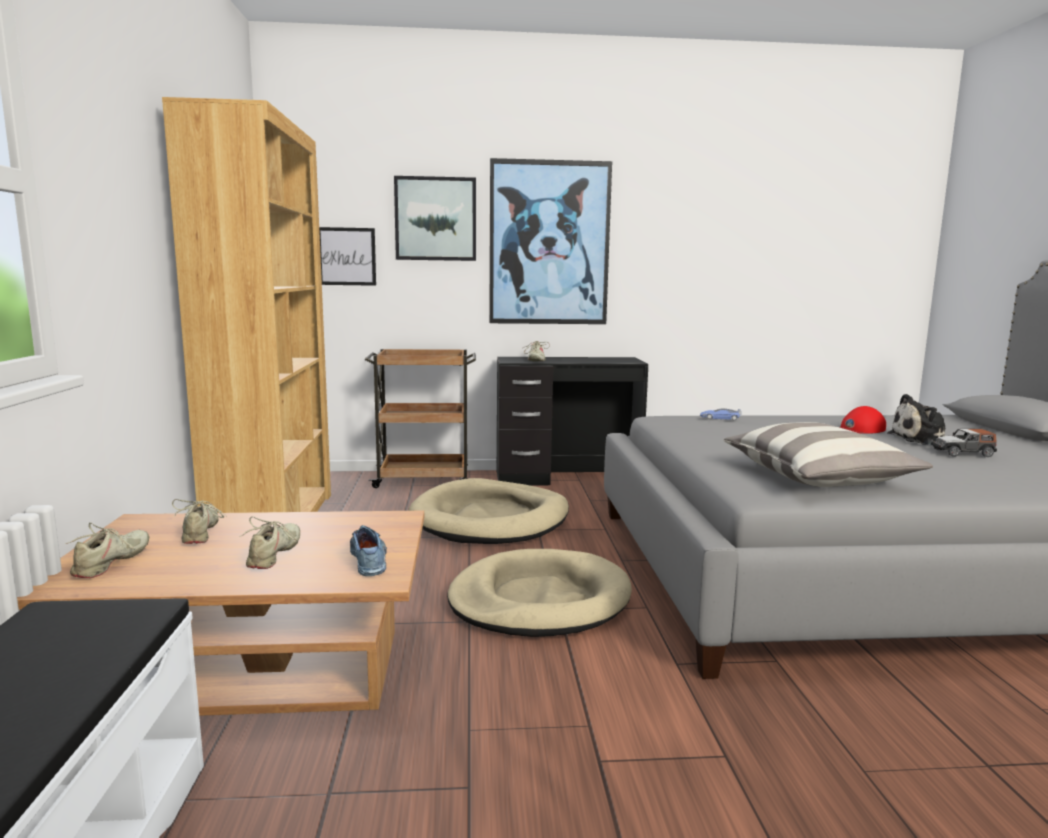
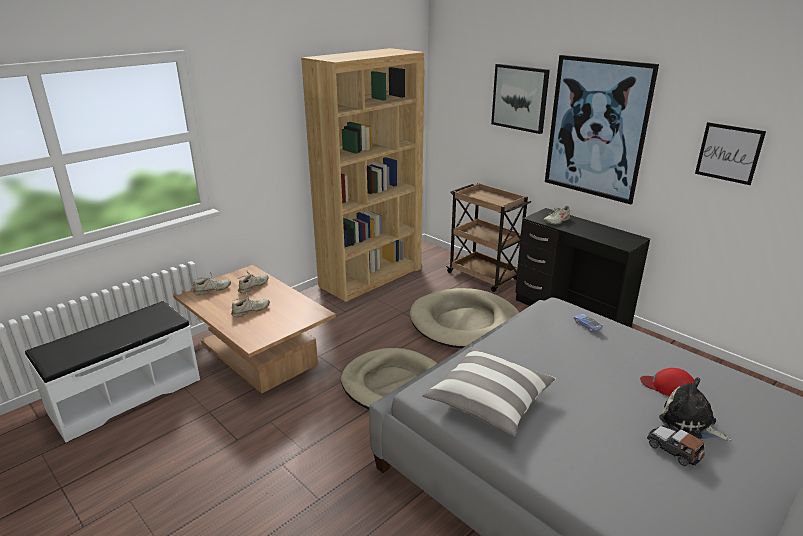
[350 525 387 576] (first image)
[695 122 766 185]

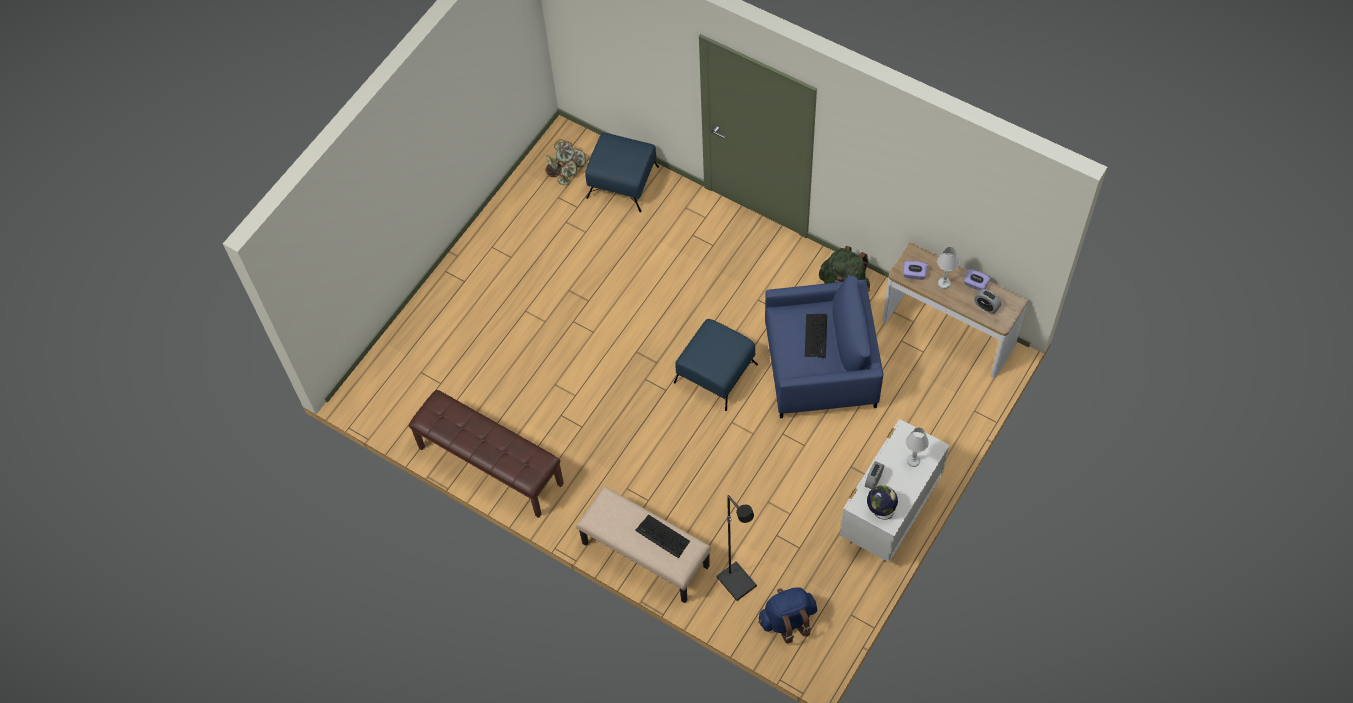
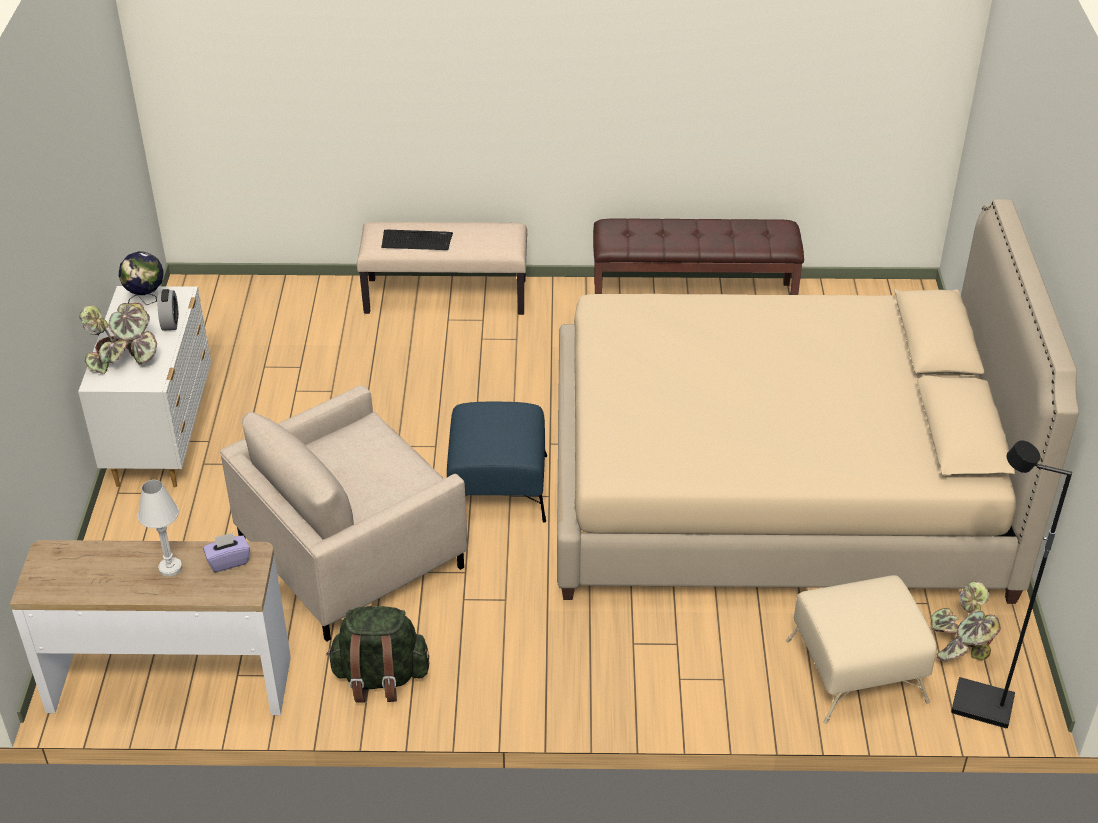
[758 587 817 643] (first image)
[805 314 827 358] (first image)
[964 269 990 291] (first image)
[974 289 1001 314] (first image)
[557 199 1079 604]
[951 440 1072 728]
[79 303 157 374]
[786 575 937 724]
[220 385 467 642]

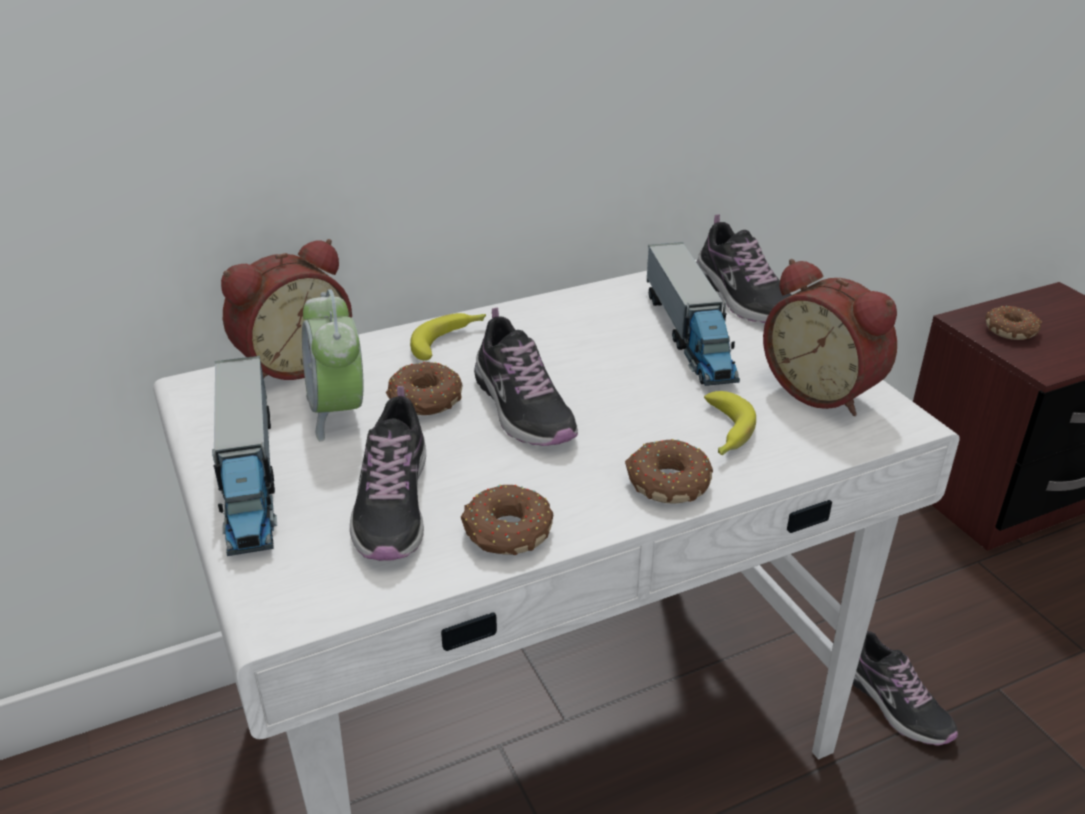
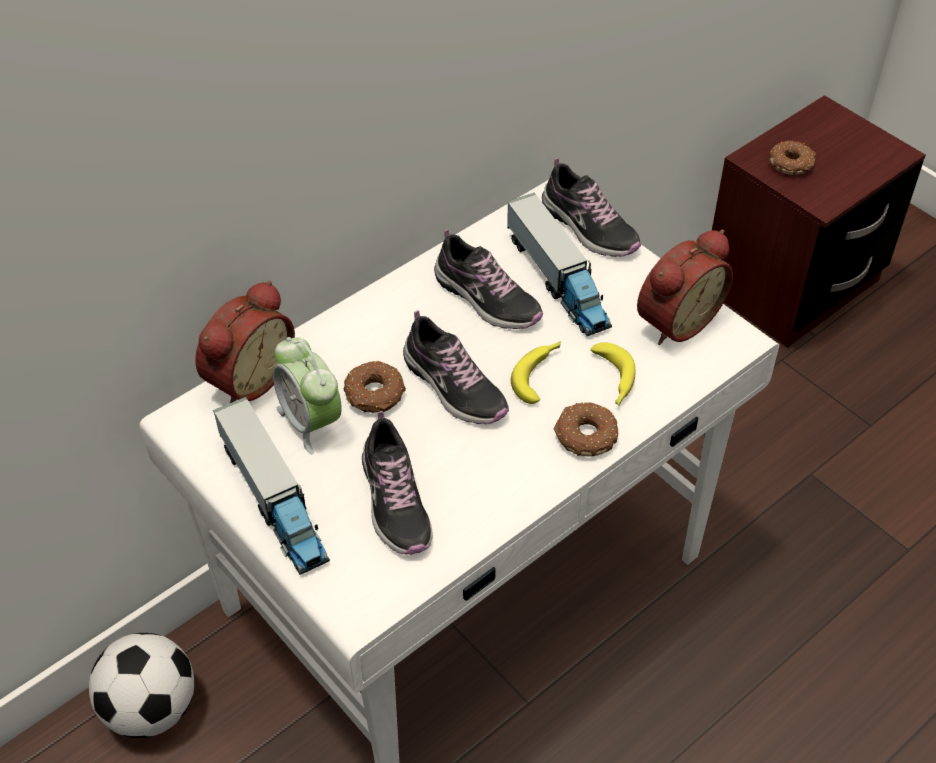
[461 484 553 556] (first image)
[89 633 194 738]
[511 341 561 404]
[434 229 543 329]
[637 229 733 345]

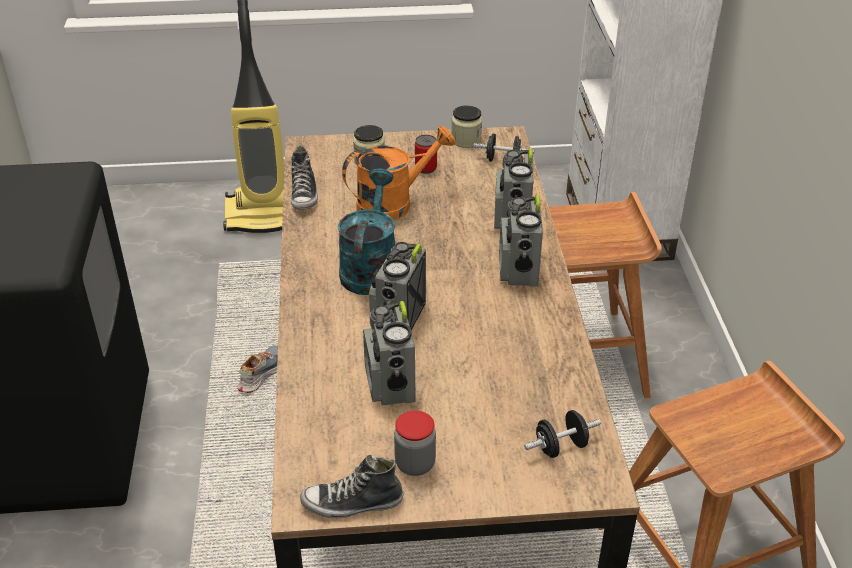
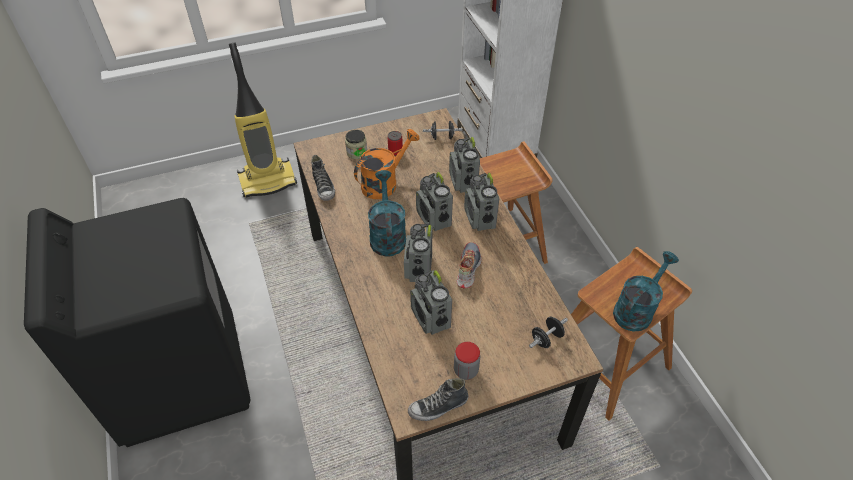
[452 105 482 148] (first image)
[416 172 453 231]
[613 251 679 331]
[456 242 482 288]

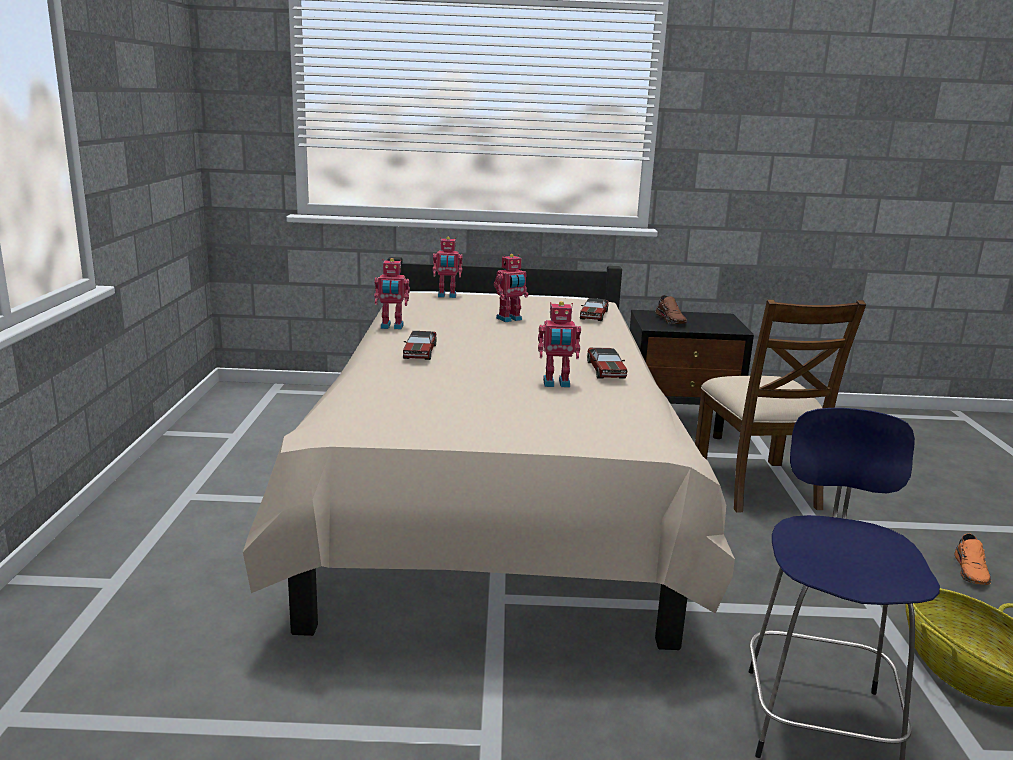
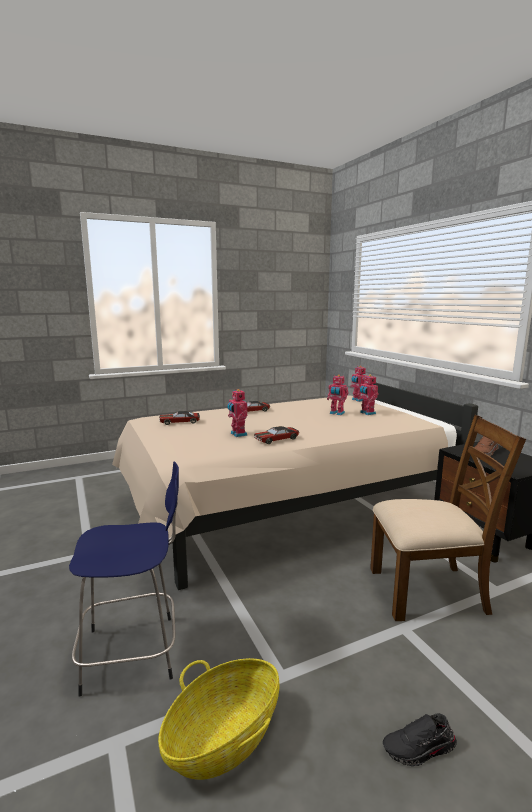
[358 375 378 415]
[159 411 200 425]
[383 714 457 766]
[370 415 526 621]

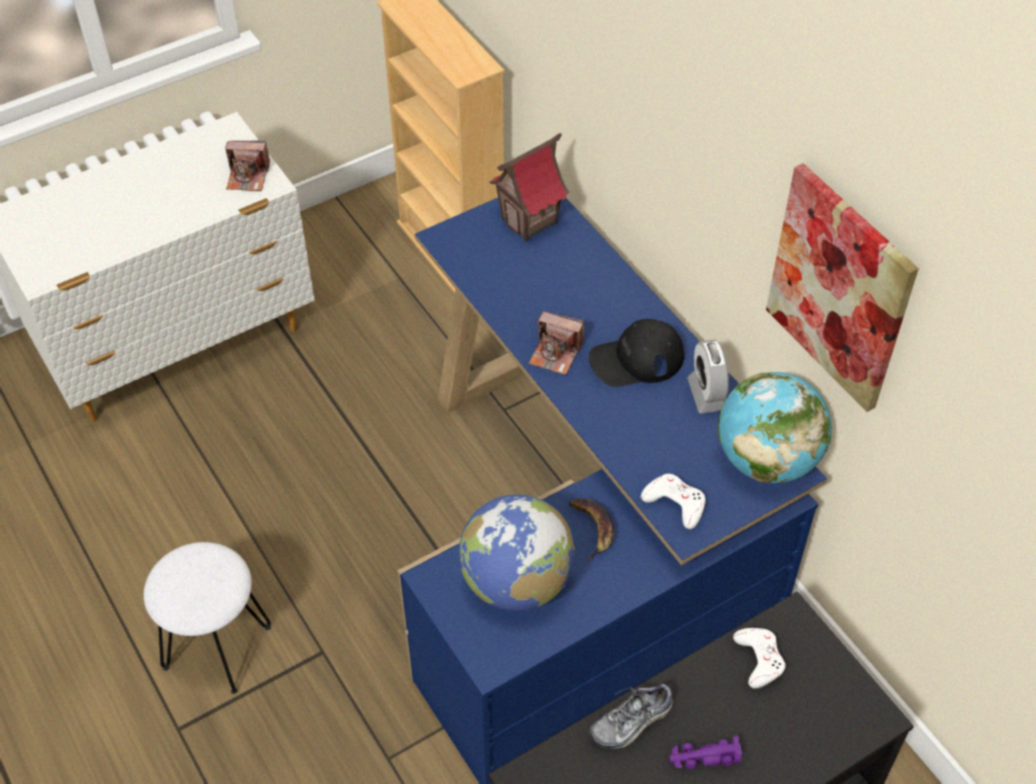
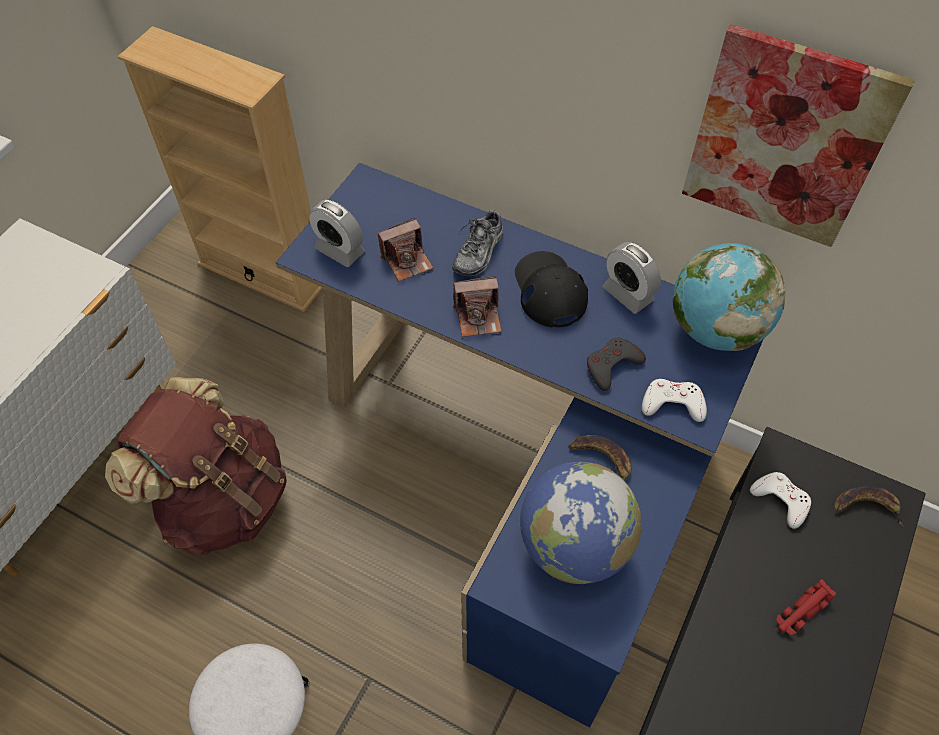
[490 133 570 241] (first image)
[105 377 287 556]
[309 200 365 267]
[587 338 646 391]
[834 485 903 526]
[378 217 433 282]
[452 208 503 276]
[776 579 836 635]
[515 251 588 328]

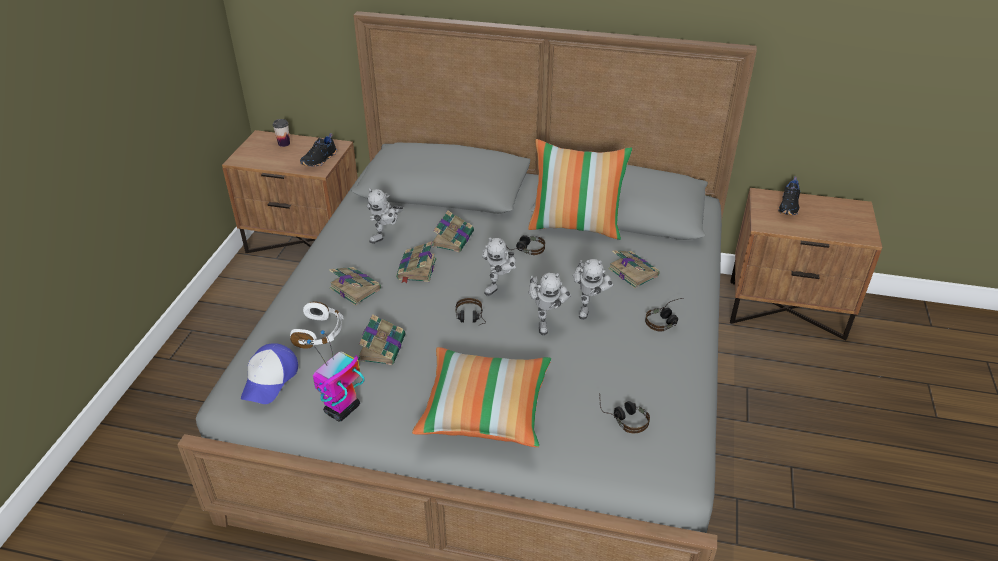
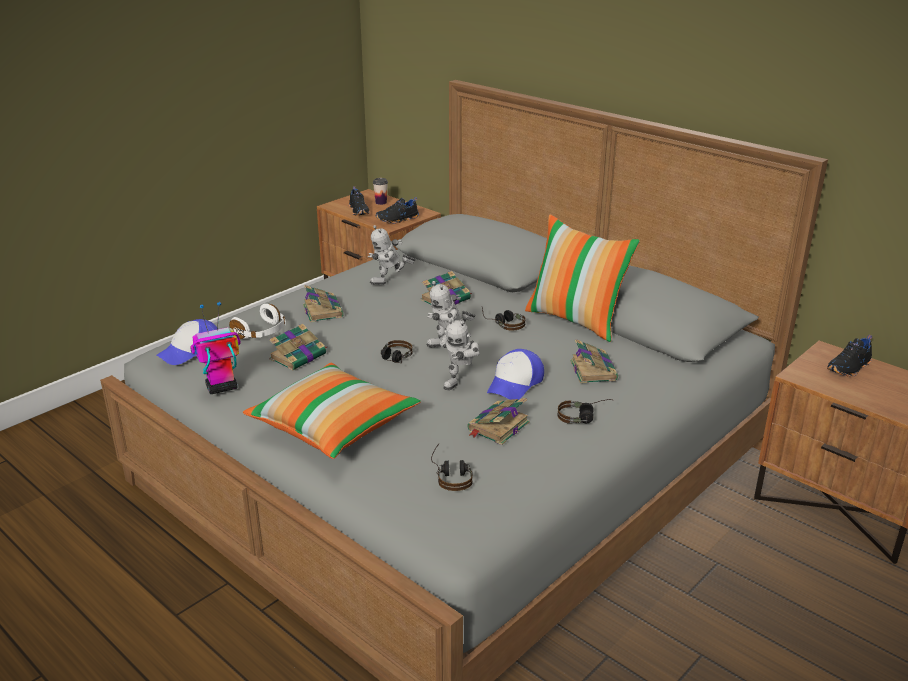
[349 186 370 216]
[467 398 529 445]
[487 349 544 400]

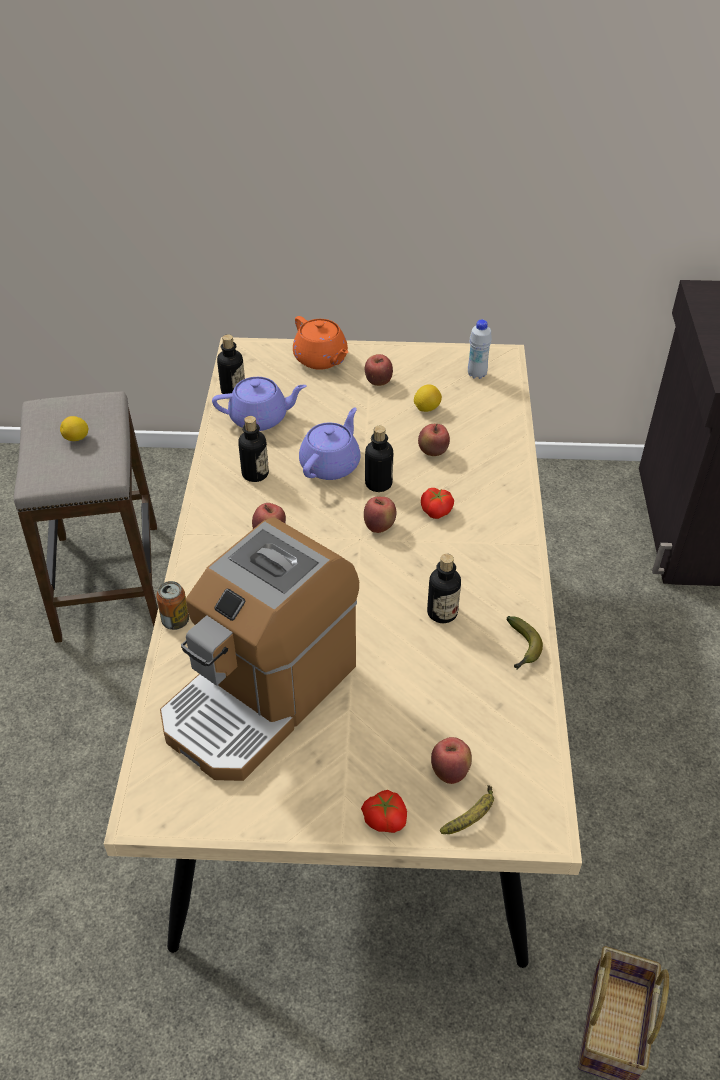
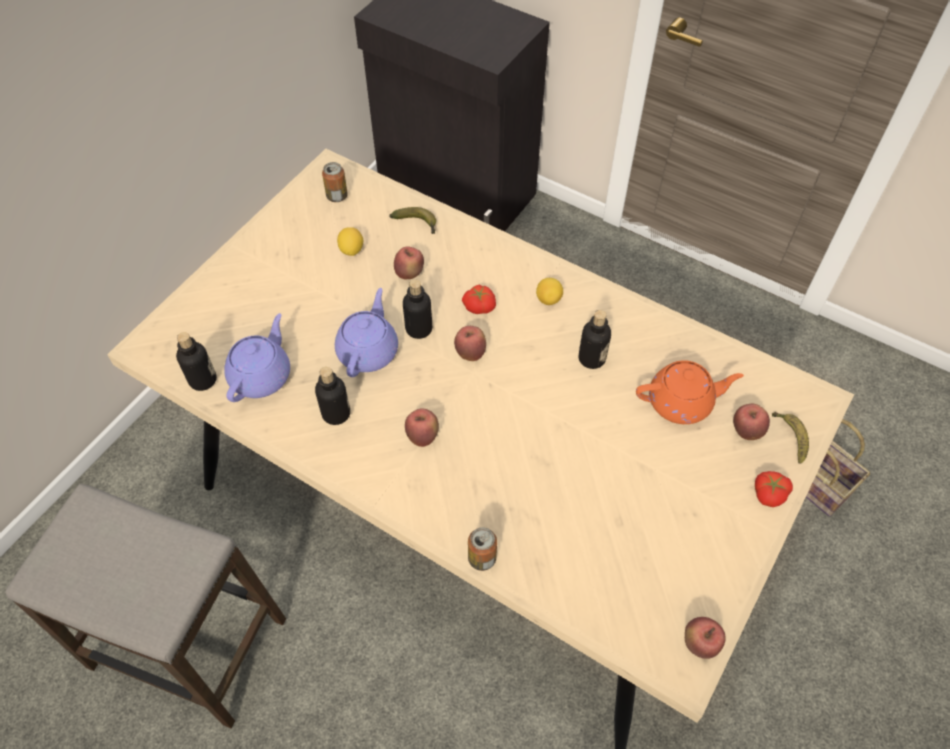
[160 517 359 781] (first image)
[536 278 563 305]
[636 360 744 424]
[685 617 726 659]
[389 207 436 234]
[322 162 348 202]
[335 288 398 377]

